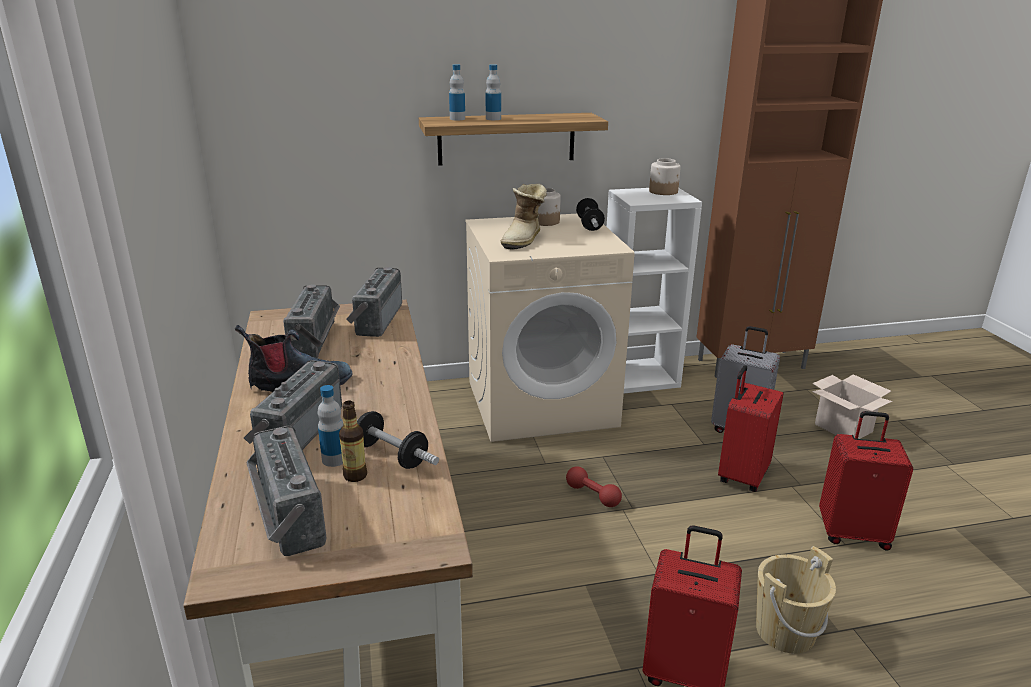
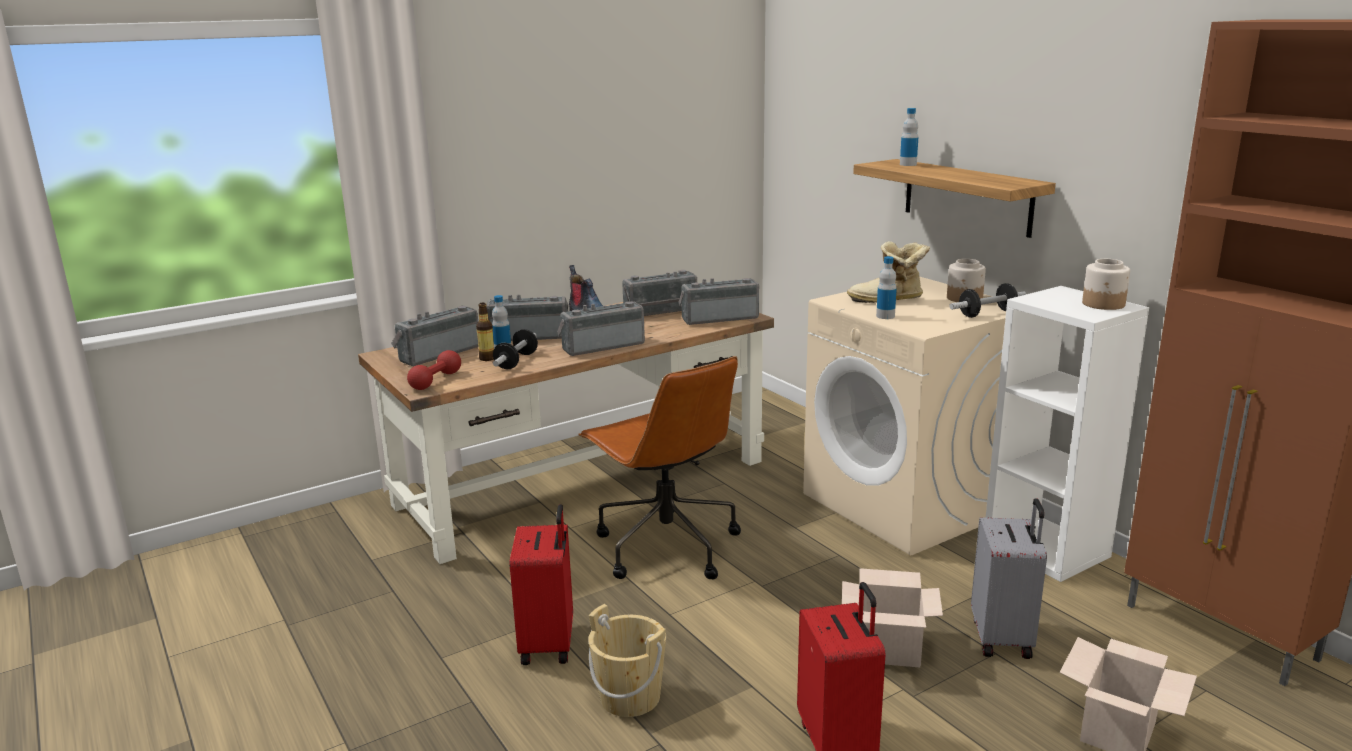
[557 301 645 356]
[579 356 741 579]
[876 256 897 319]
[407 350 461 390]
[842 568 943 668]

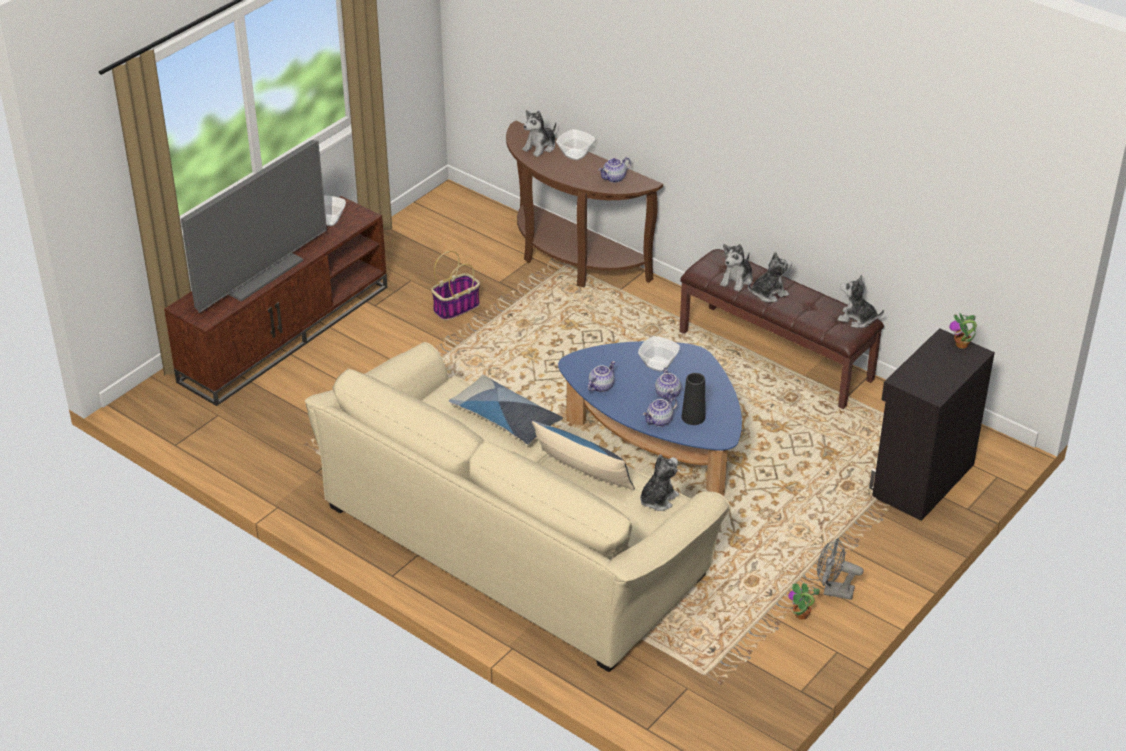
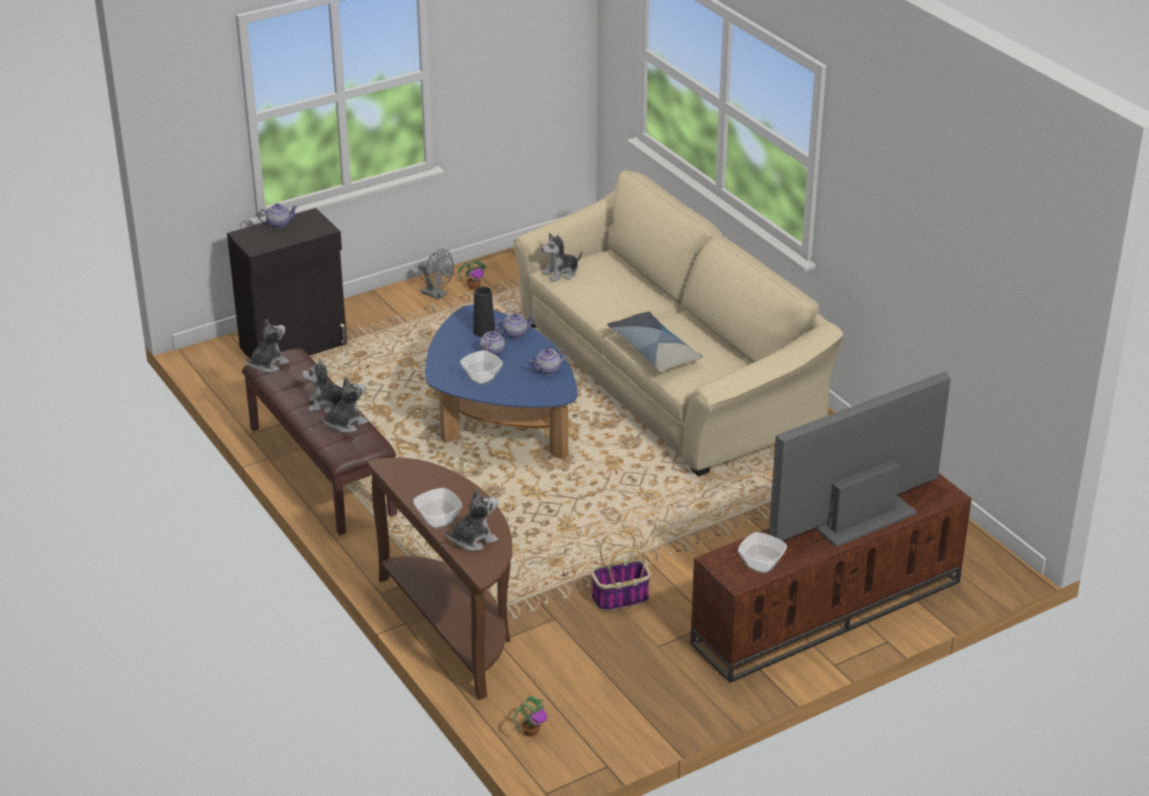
[532 421 635 490] (first image)
[258 203 298 228]
[513 696 547 737]
[246 319 289 373]

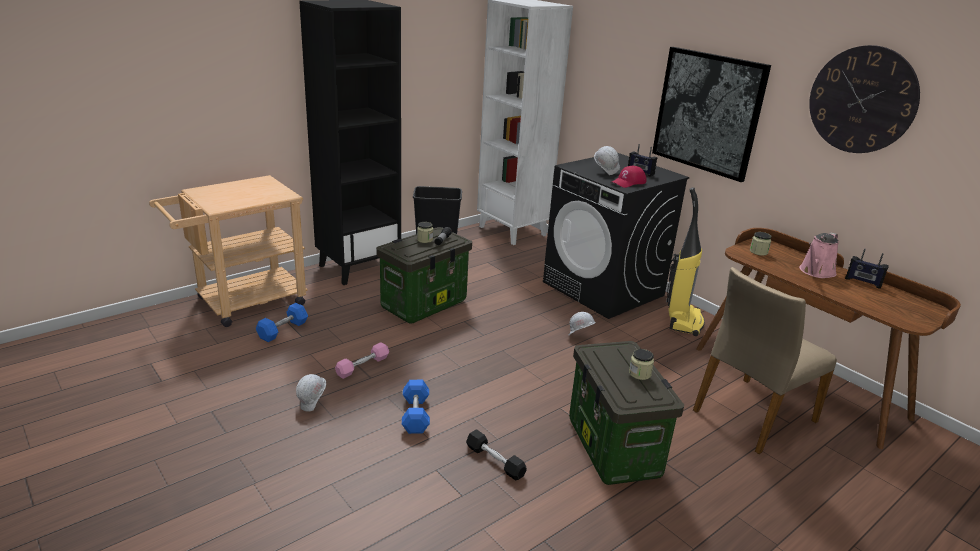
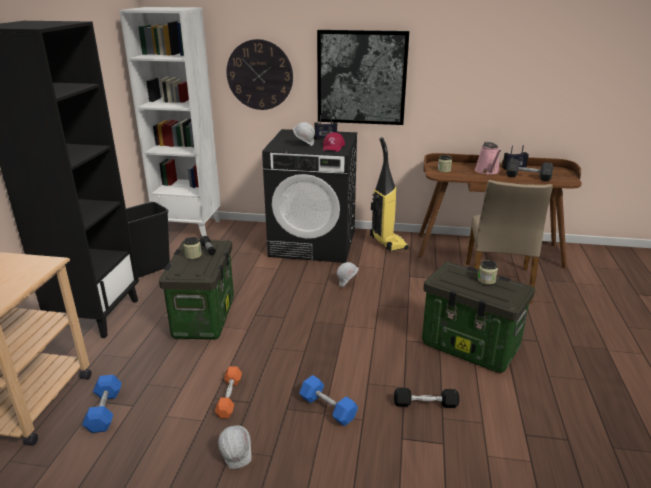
[506 159 553 181]
[227 39 293 110]
[215 366 242 419]

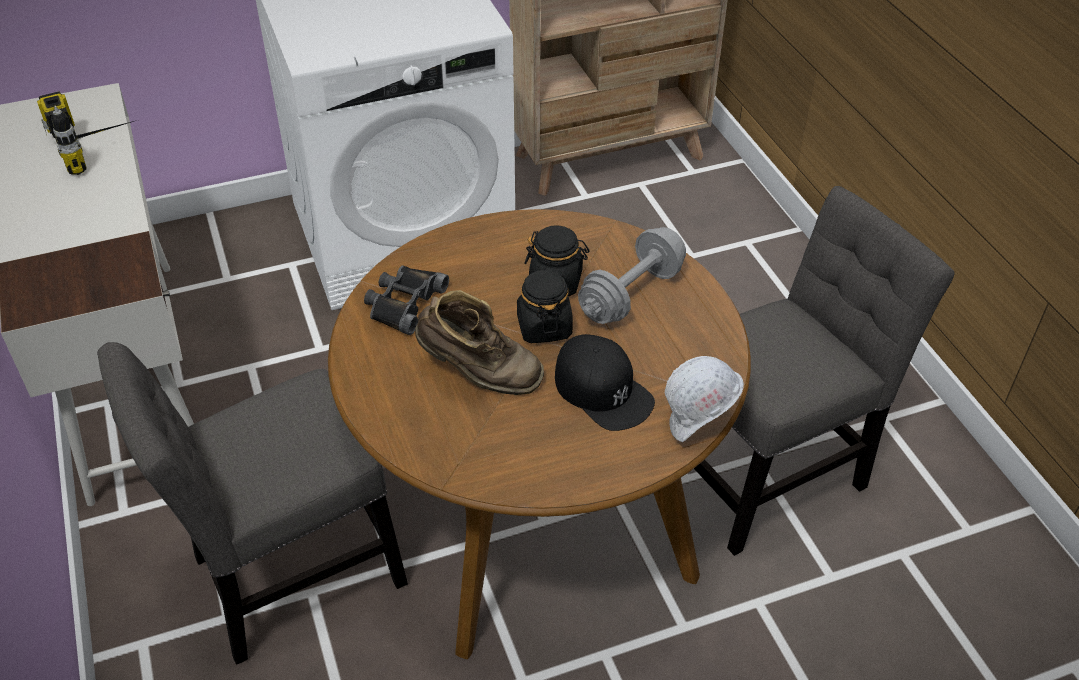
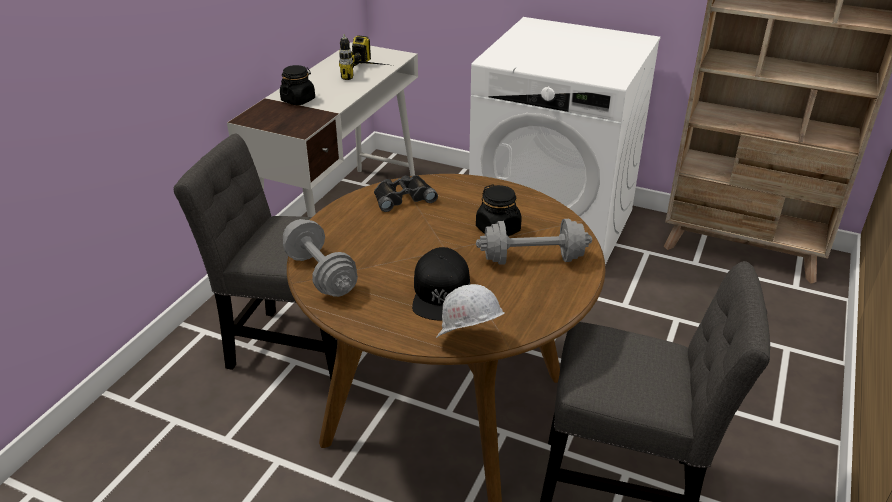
[415 290 544 395] (first image)
[283 219 358 297]
[280 65 315 106]

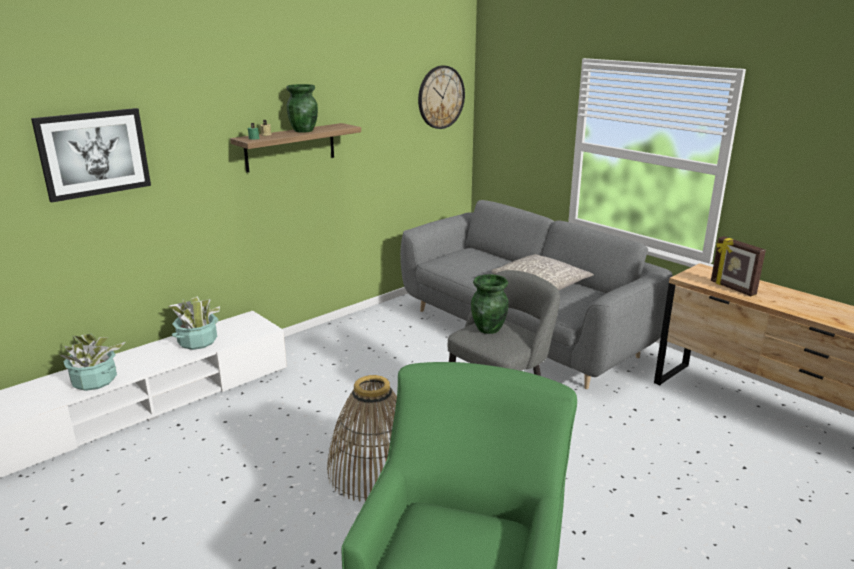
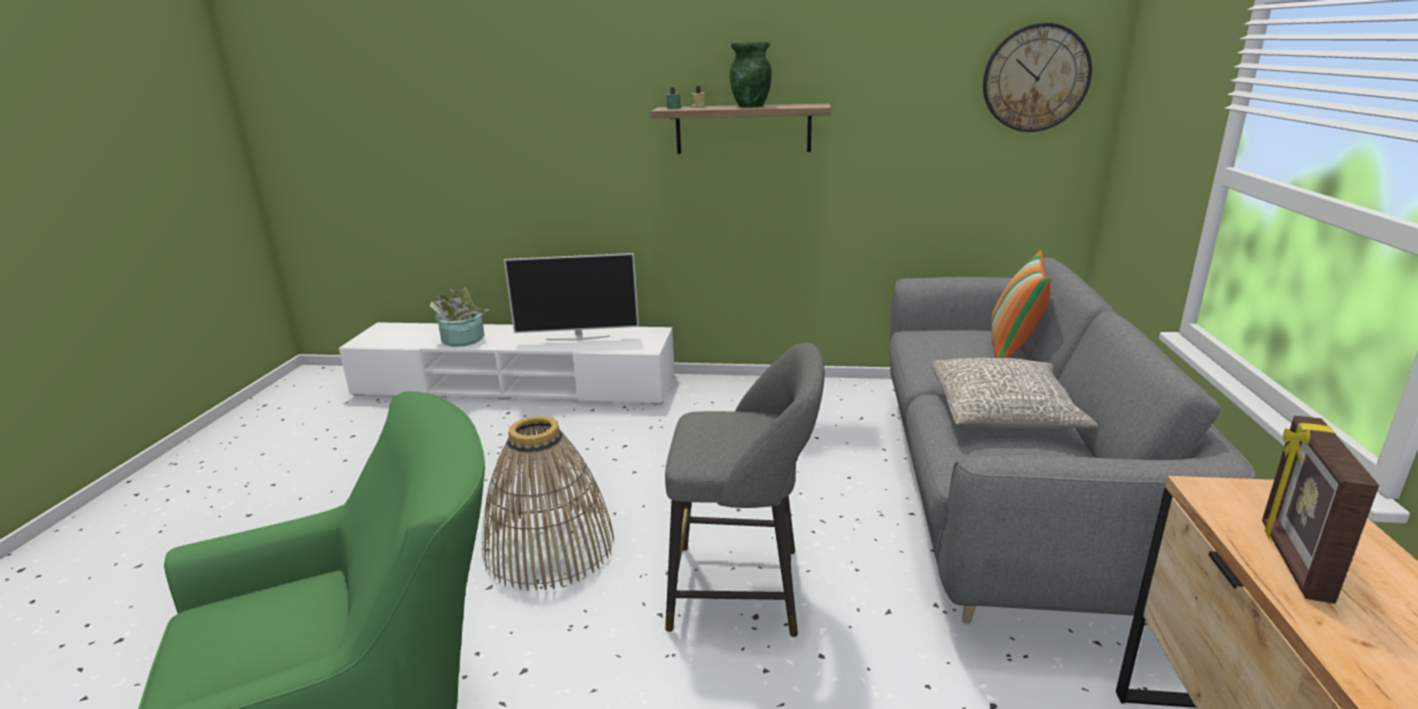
[31 108 151 203] (first image)
[471 274 509 334] (first image)
[991 251 1051 358]
[504 253 639 340]

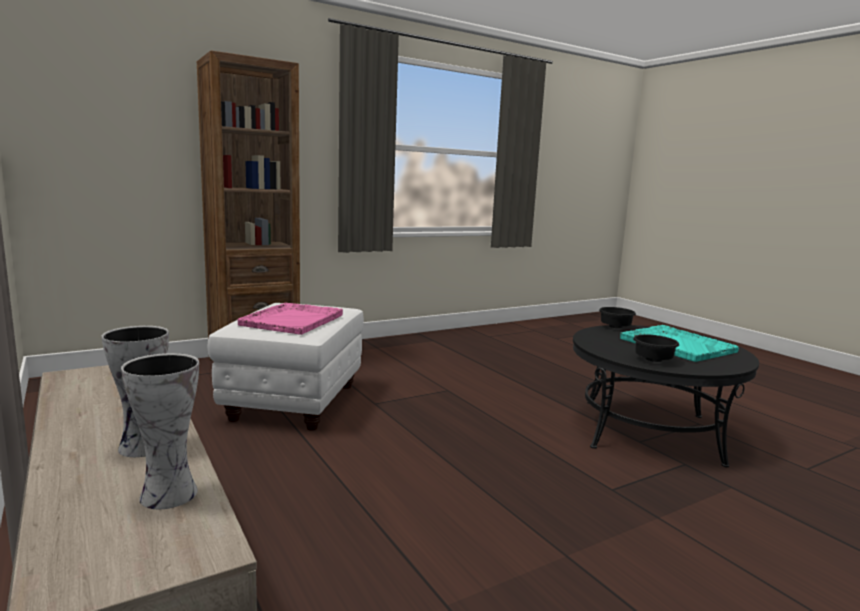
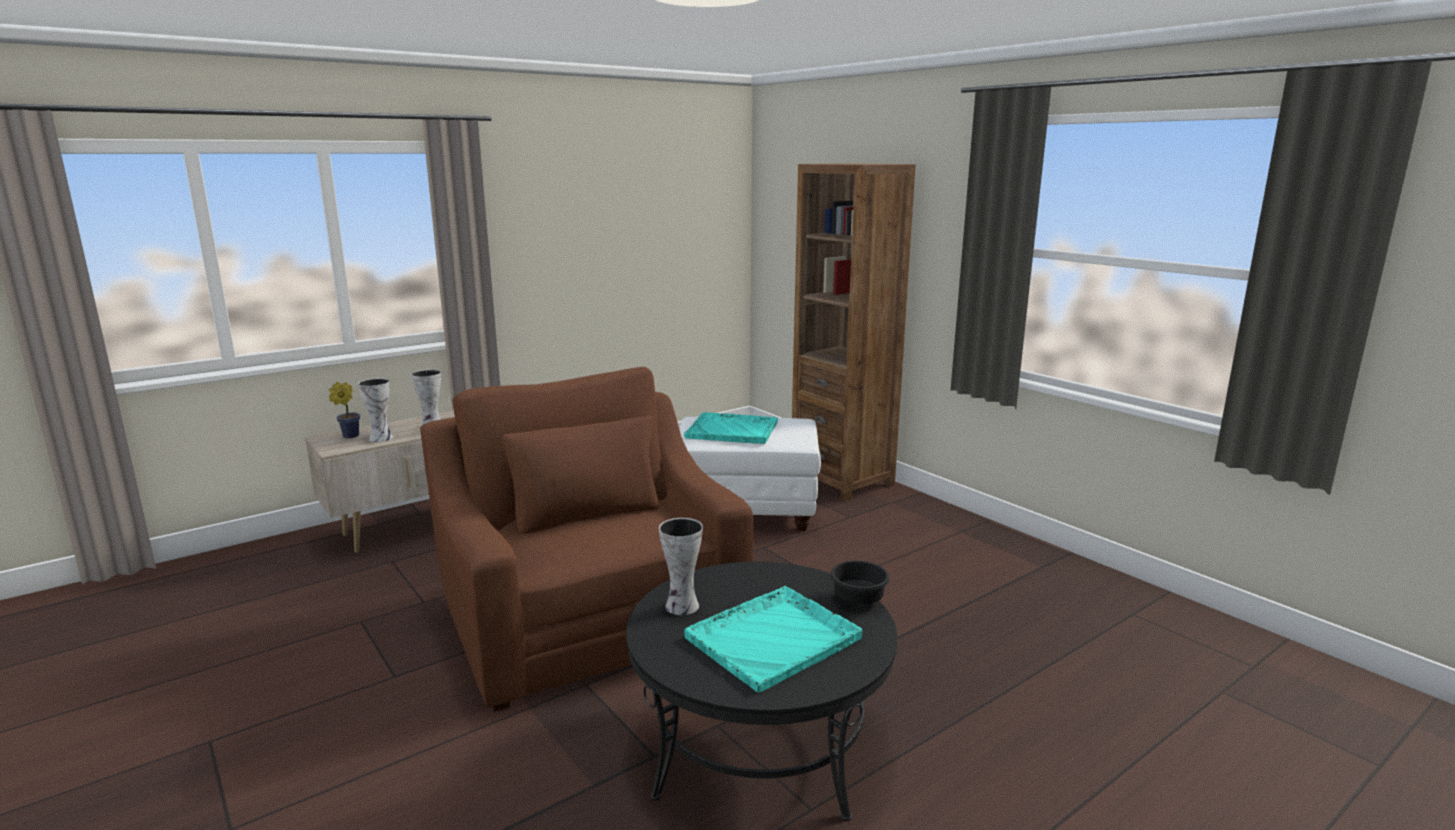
[329 382 360 438]
[420 367 754 712]
[659 518 703 615]
[684 412 778 444]

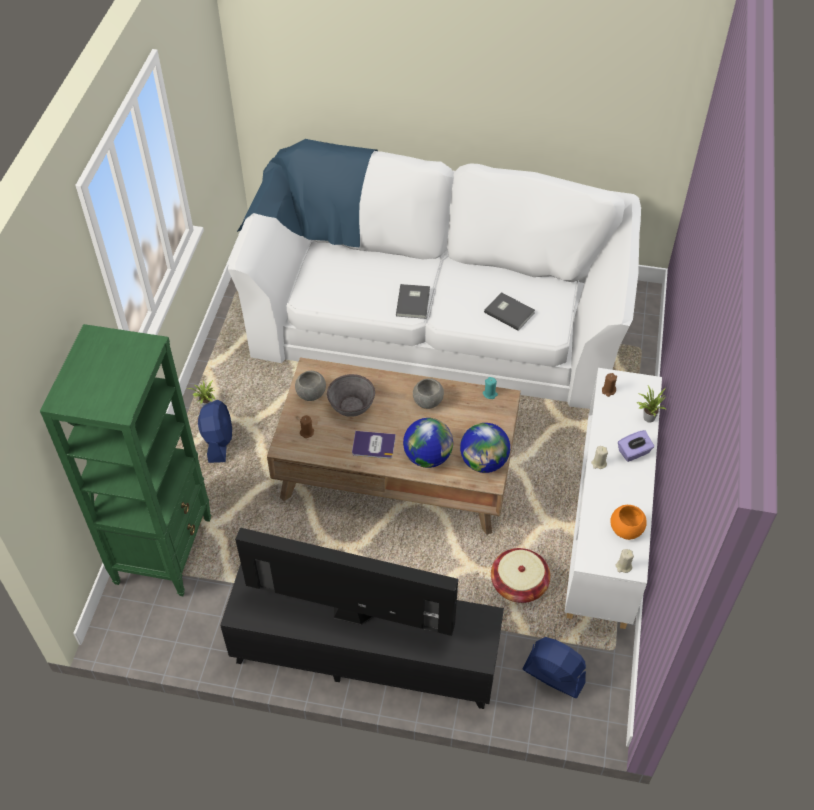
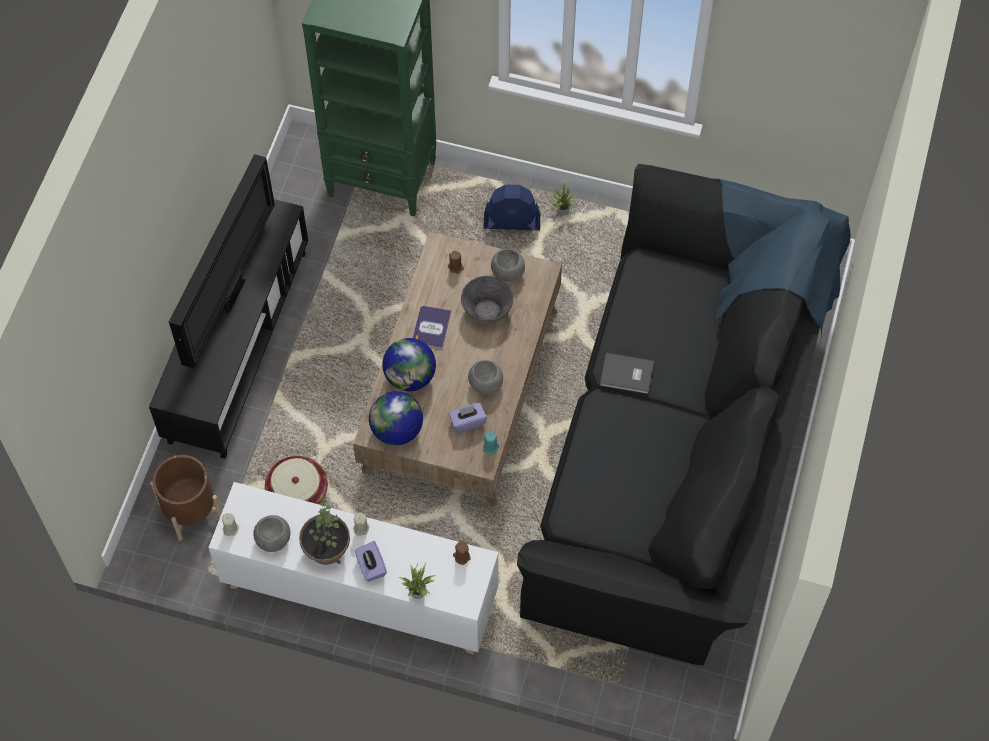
[484 292 535 331] (first image)
[299 502 350 565]
[449 403 487 433]
[150 455 222 541]
[517 164 851 665]
[253 515 290 552]

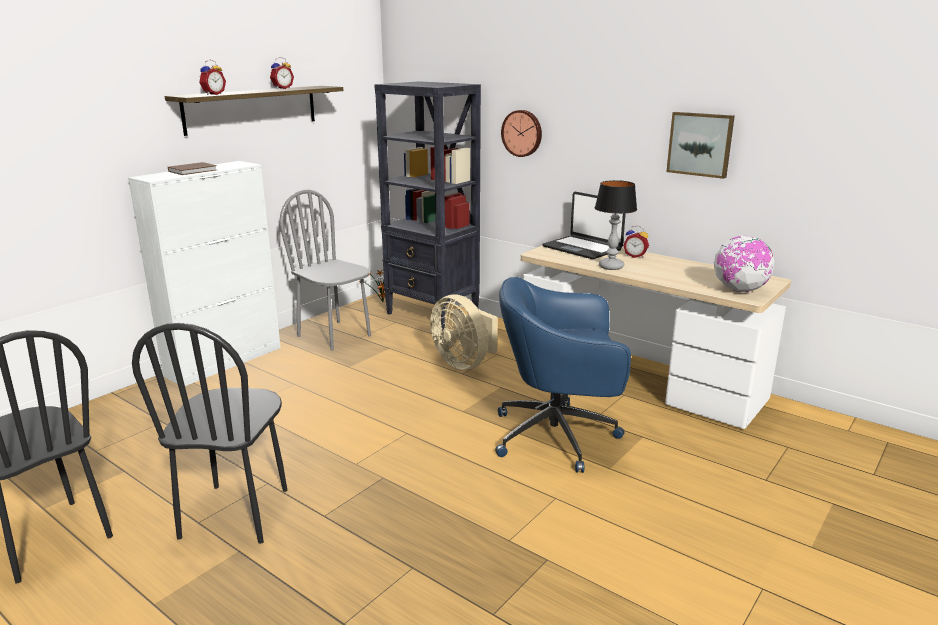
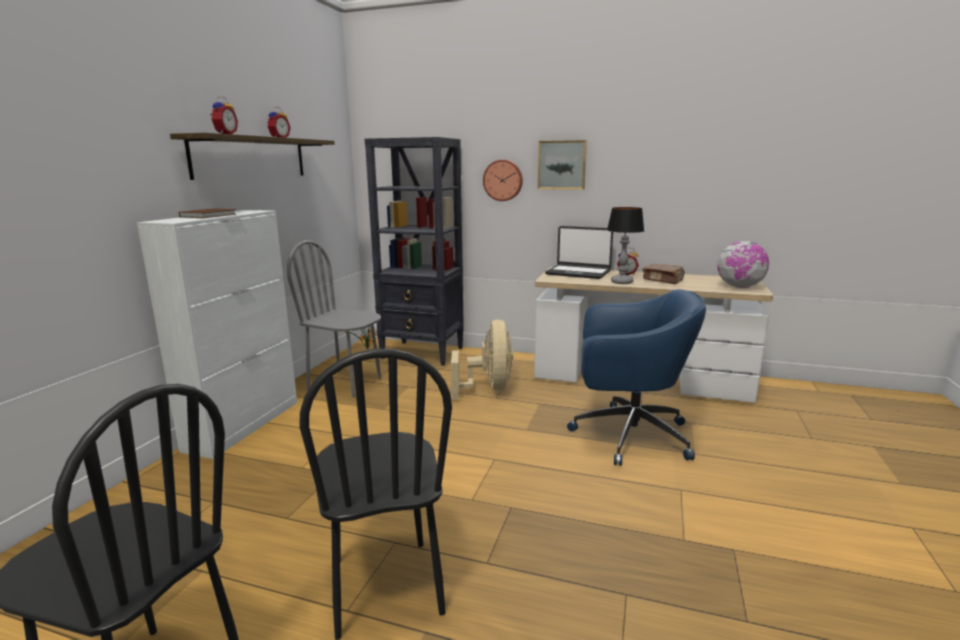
[643 264 685 284]
[538 140 587 190]
[451 320 513 399]
[567 289 706 466]

